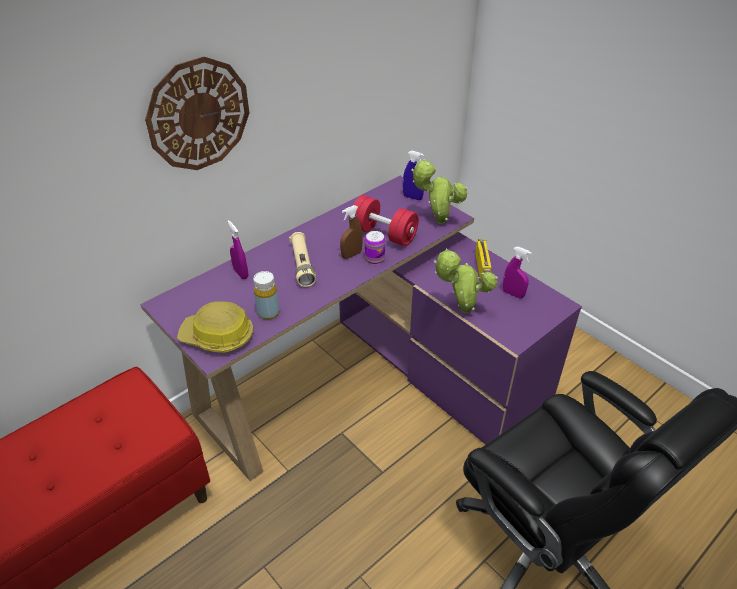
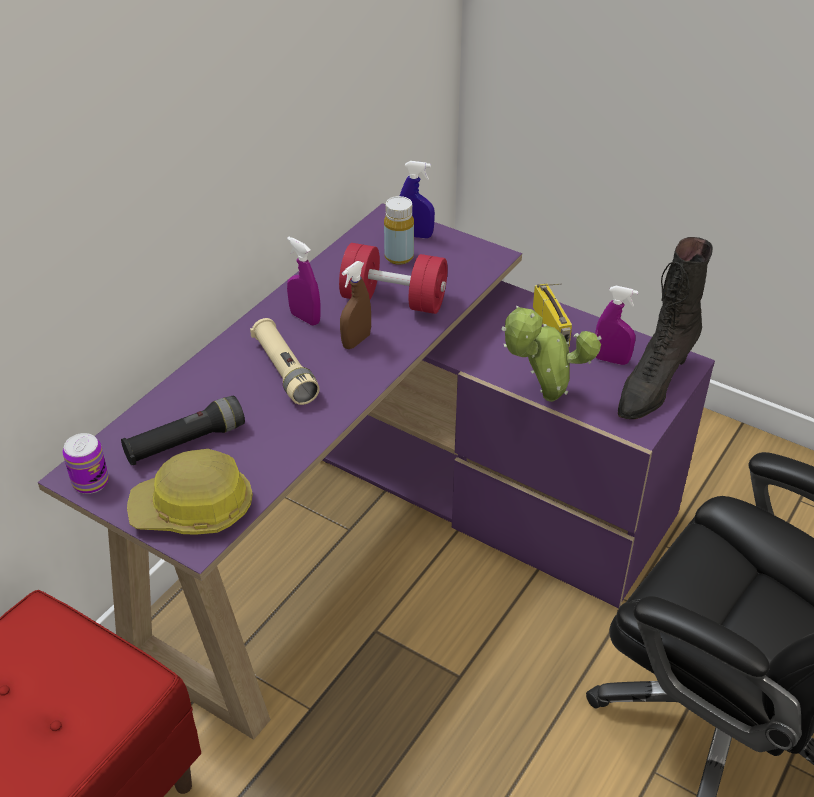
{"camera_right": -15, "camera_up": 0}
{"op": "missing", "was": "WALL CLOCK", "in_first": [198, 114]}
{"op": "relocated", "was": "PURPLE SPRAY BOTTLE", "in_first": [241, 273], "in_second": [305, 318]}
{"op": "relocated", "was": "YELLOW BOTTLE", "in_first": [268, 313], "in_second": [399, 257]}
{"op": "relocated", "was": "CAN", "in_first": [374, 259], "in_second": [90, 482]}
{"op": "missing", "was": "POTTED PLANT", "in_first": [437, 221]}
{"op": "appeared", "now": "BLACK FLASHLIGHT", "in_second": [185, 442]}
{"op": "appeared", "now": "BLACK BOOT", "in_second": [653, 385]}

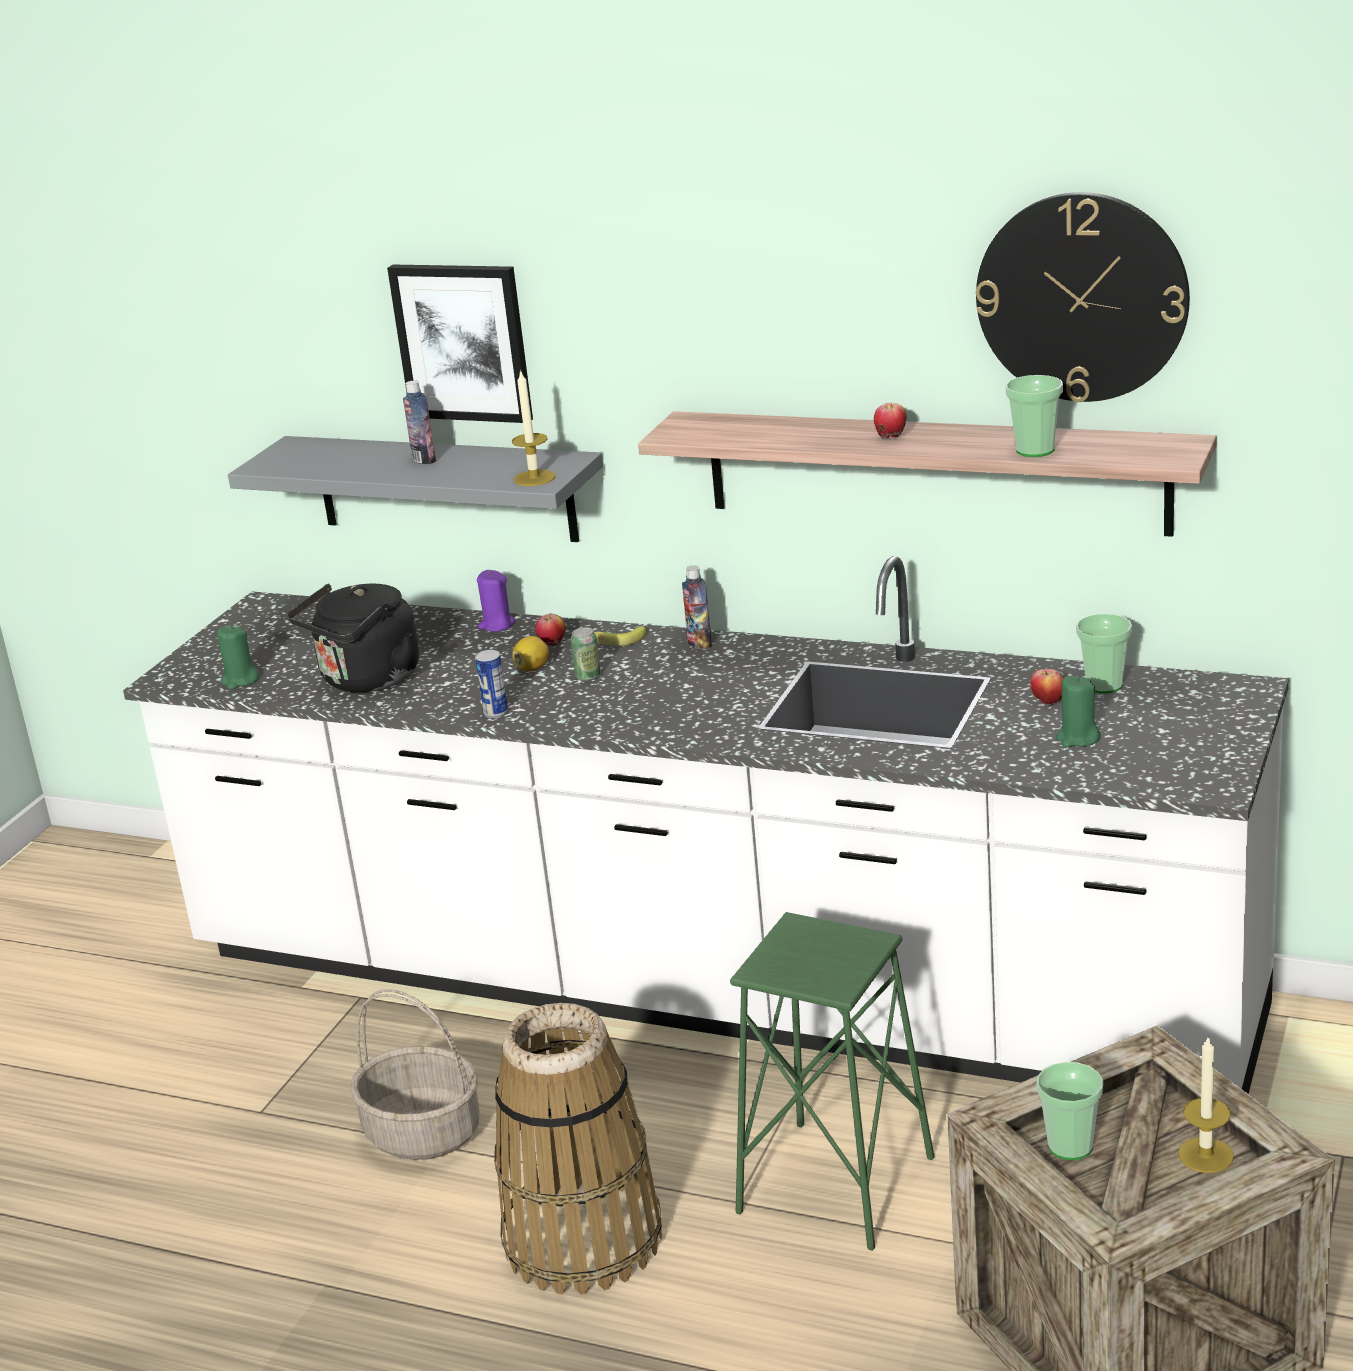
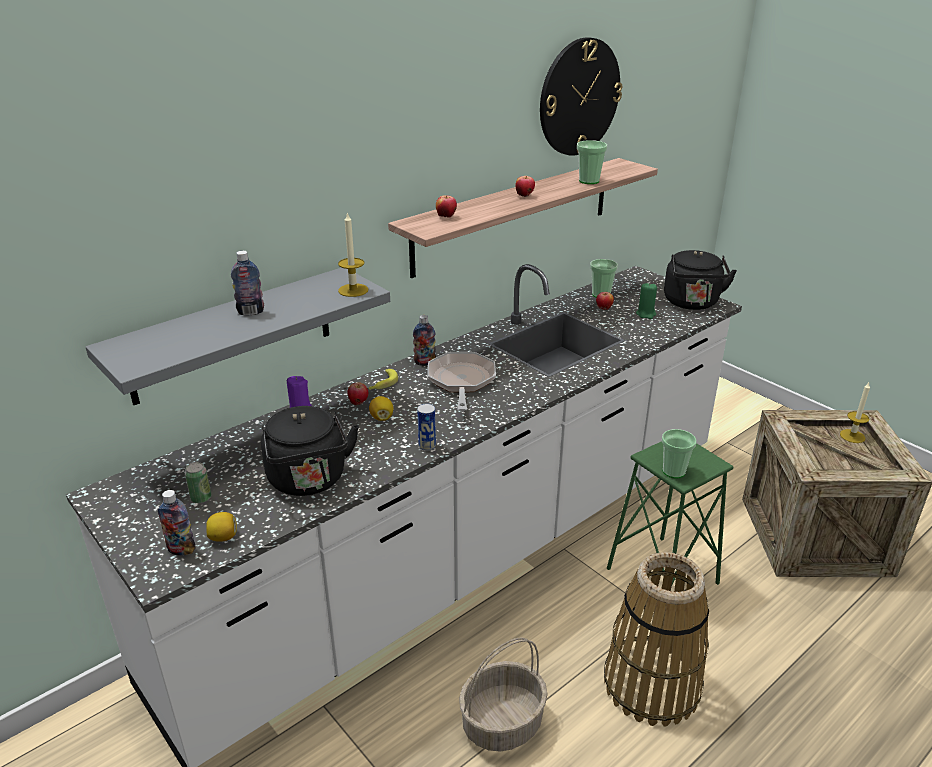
{"camera_right": -65, "camera_up": 5}
{"op": "exchanged", "was": "GREEN CANDLE", "now": "LEMON", "in_first": [240, 681], "in_second": [223, 537]}
{"op": "missing", "was": "PICTURE", "in_first": [463, 342]}
{"op": "relocated", "was": "CAN", "in_first": [588, 676], "in_second": [201, 498]}
{"op": "relocated", "was": "CUP", "in_first": [1070, 1146], "in_second": [673, 471]}
{"op": "appeared", "now": "BOTTLE", "in_second": [181, 549]}
{"op": "appeared", "now": "FRYING PAN", "in_second": [461, 382]}
{"op": "appeared", "now": "APPLE", "in_second": [446, 217]}
{"op": "appeared", "now": "BLACK KETTLE", "in_second": [692, 303]}

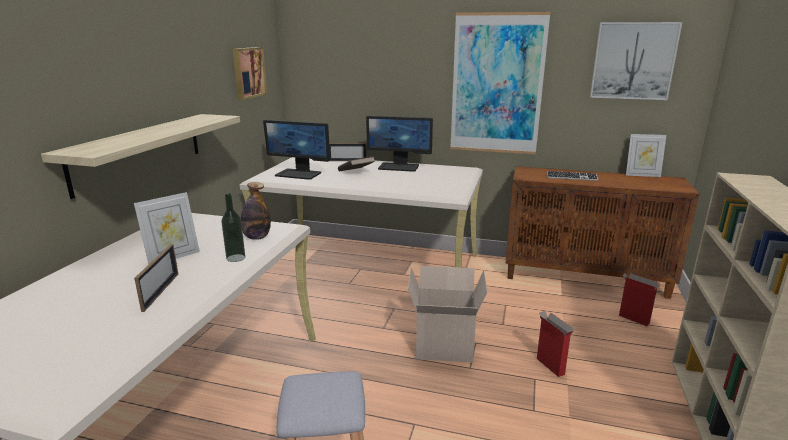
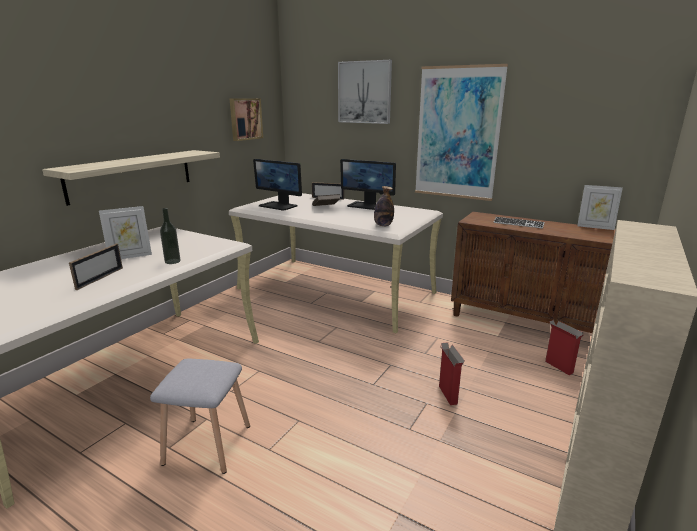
{"camera_right": 15, "camera_up": 0}
{"op": "relocated", "was": "BOTTLE", "in_first": [257, 237], "in_second": [383, 225]}
{"op": "missing", "was": "CARDBOARD BOX", "in_first": [443, 347]}
{"op": "relocated", "was": "PICTURE", "in_first": [633, 61], "in_second": [364, 92]}

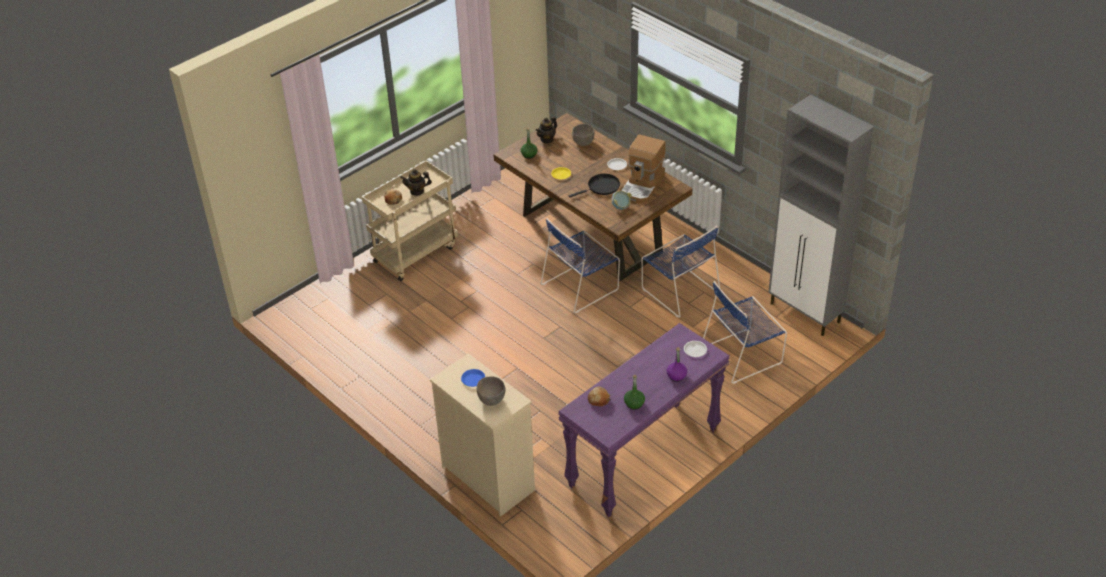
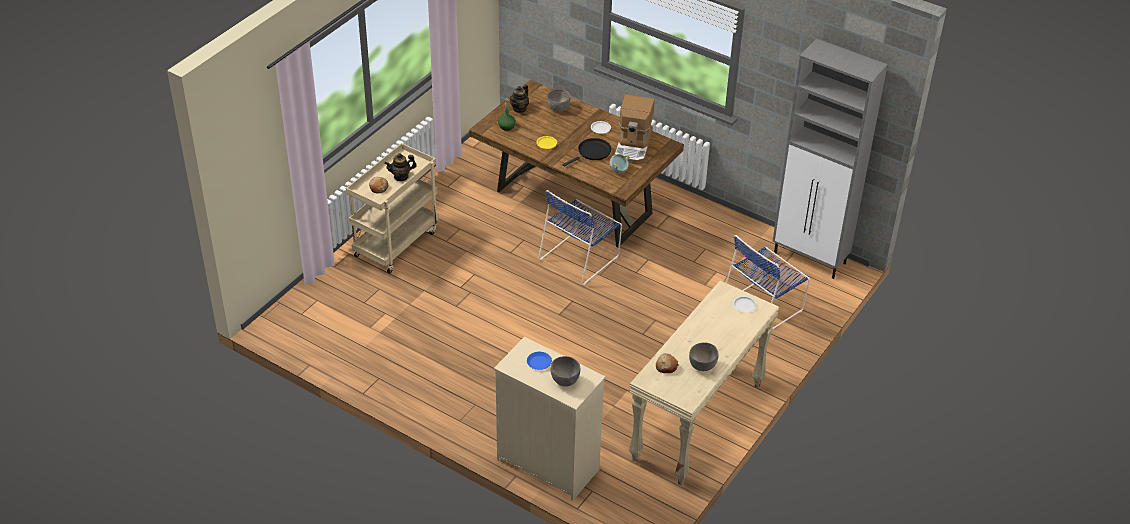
{"camera_right": -15, "camera_up": 0}
{"op": "colour", "was": "PURPLE CONSOLE TABLE", "now": "BEIGE CONSOLE TABLE", "in_first": [644, 459], "in_second": [698, 423]}
{"op": "exchanged", "was": "GREEN BOTTLE", "now": "GREY BOWL", "in_first": [634, 403], "in_second": [702, 366]}
{"op": "missing", "was": "BLUE CHAIR", "in_first": [679, 290]}
{"op": "missing", "was": "PURPLE BOTTLE", "in_first": [676, 376]}

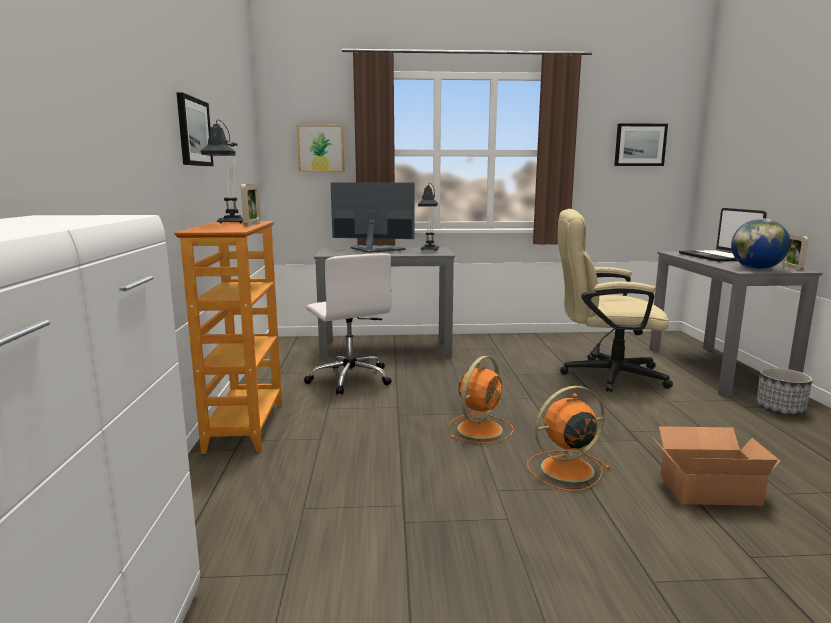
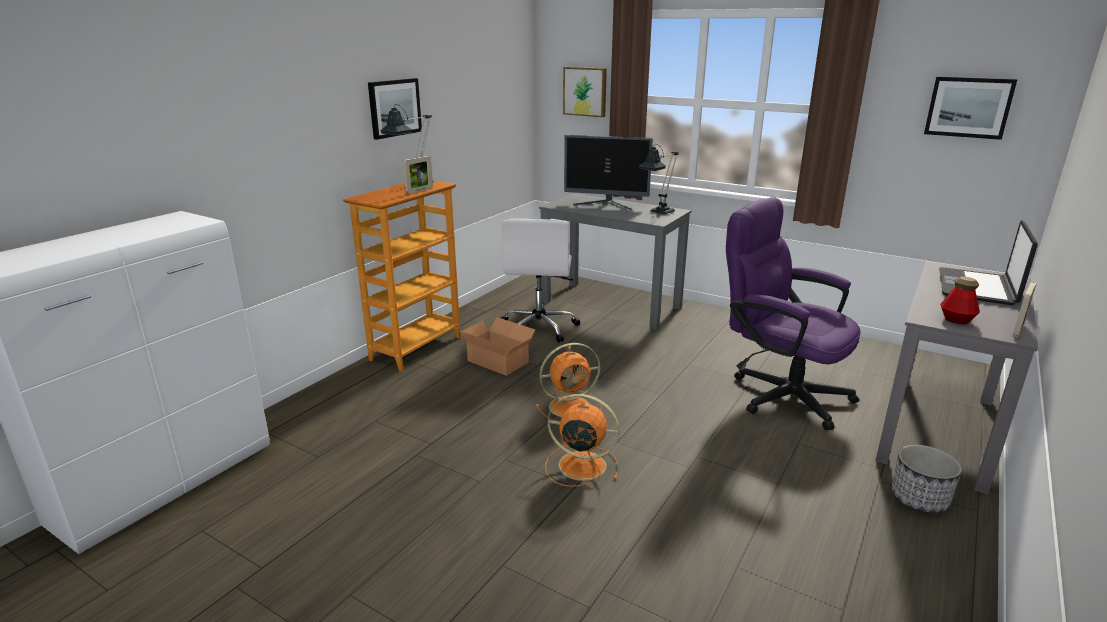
{"camera_right": 35, "camera_up": 10}
{"op": "spun", "was": "MONITOR", "in_first": [372, 250], "in_second": [606, 205], "clockwise": 150}
{"op": "colour", "was": "BEIGE OFFICE CHAIR", "now": "PURPLE OFFICE CHAIR", "in_first": [603, 375], "in_second": [779, 393]}
{"op": "relocated", "was": "CARDBOARD BOX", "in_first": [705, 488], "in_second": [498, 360]}
{"op": "exchanged", "was": "GLOBE", "now": "BOTTLE", "in_first": [756, 269], "in_second": [956, 320]}

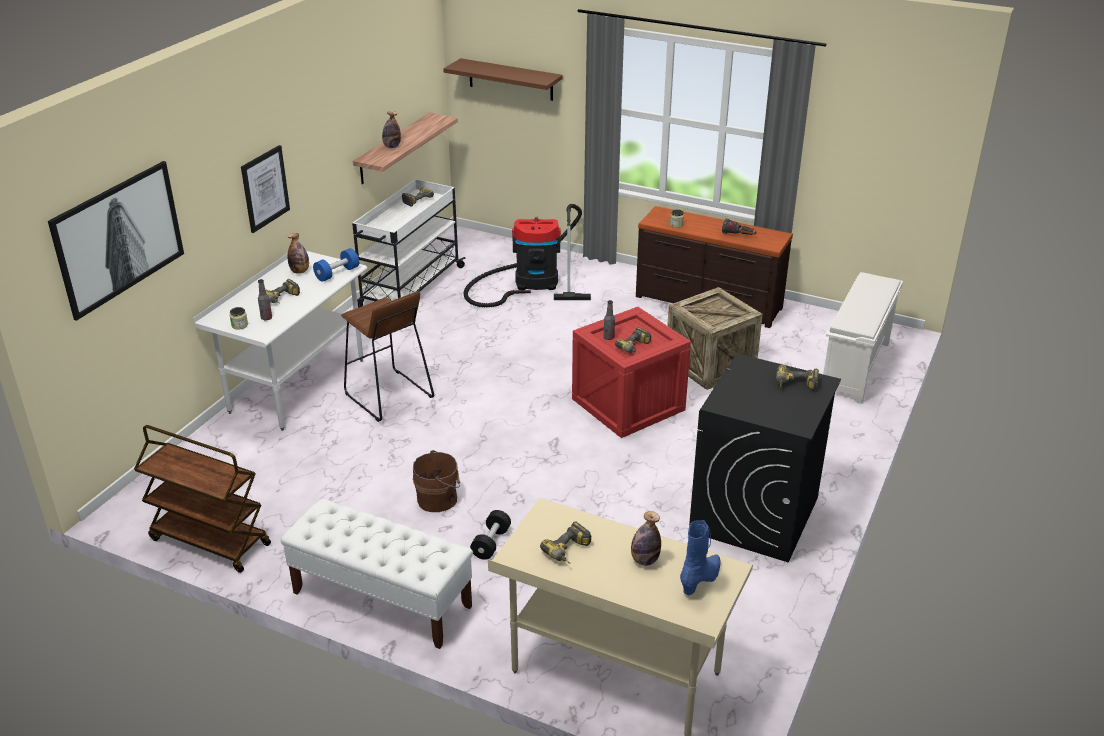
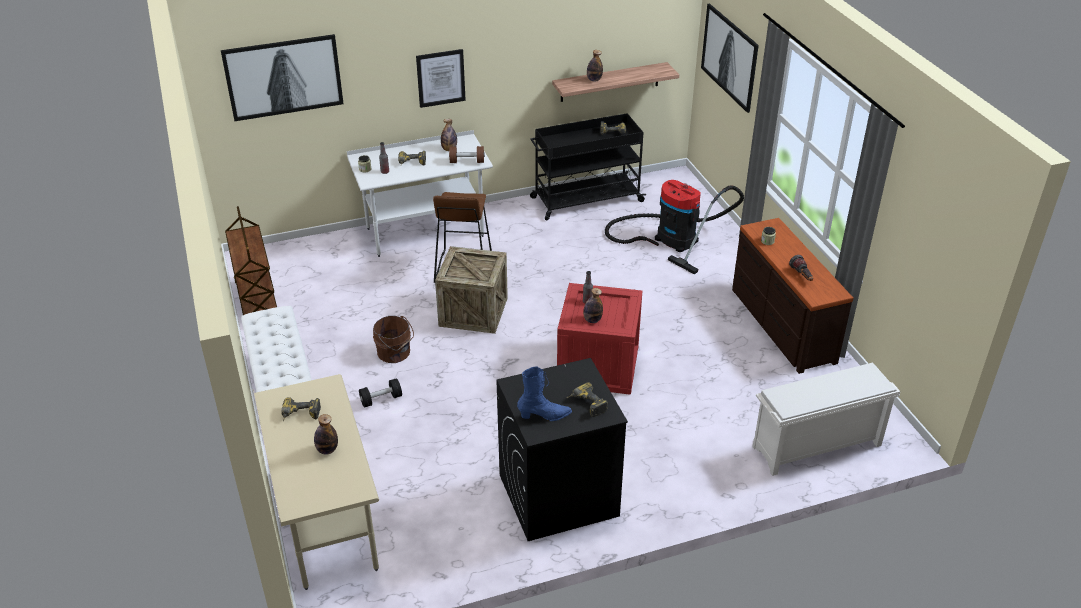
{"camera_right": 45, "camera_up": 5}
{"op": "colour", "was": "BLUE DUMBBELL", "now": "BROWN DUMBBELL", "in_first": [337, 273], "in_second": [467, 161]}
{"op": "colour", "was": "WHITE CART", "now": "BLACK CART", "in_first": [410, 288], "in_second": [585, 200]}
{"op": "exchanged", "was": "BROWN SHELF", "now": "PICTURE", "in_first": [510, 79], "in_second": [729, 57]}
{"op": "exchanged", "was": "POWER DRILL", "now": "BOTTLE", "in_first": [636, 348], "in_second": [592, 320]}
{"op": "relocated", "was": "CRATE", "in_first": [710, 364], "in_second": [473, 312]}
{"op": "relocated", "was": "BLUE BOOT", "in_first": [701, 580], "in_second": [544, 416]}

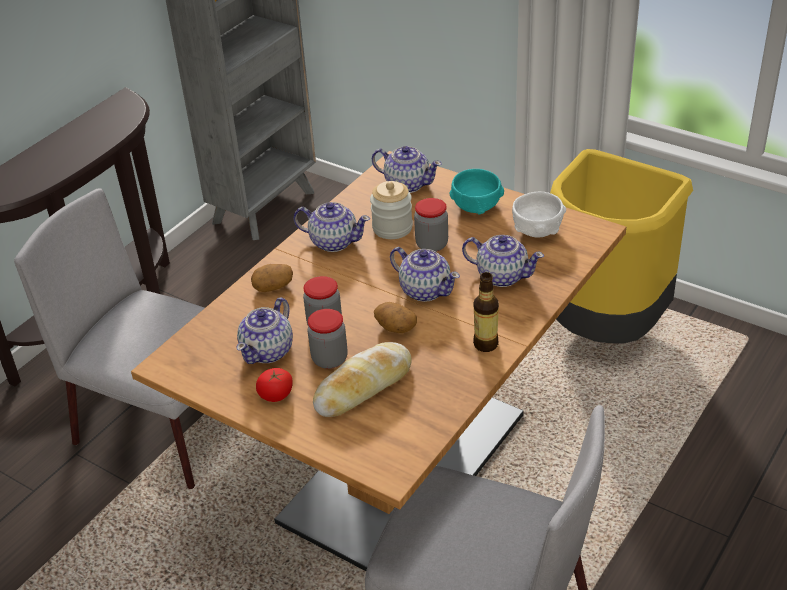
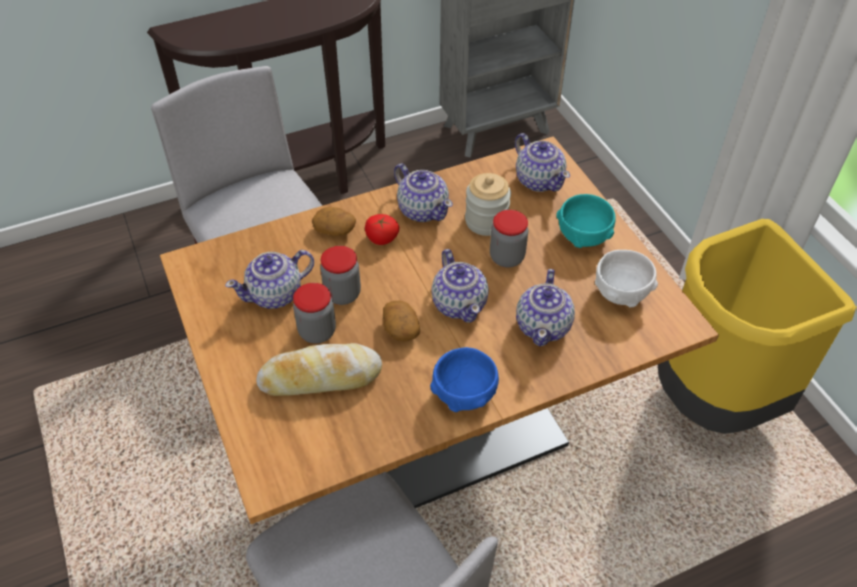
{"camera_right": 30, "camera_up": 10}
{"op": "relocated", "was": "TOMATO", "in_first": [276, 395], "in_second": [381, 239]}
{"op": "spun", "was": "TEAPOT", "in_first": [501, 276], "in_second": [543, 326], "clockwise": 45}
{"op": "exchanged", "was": "BOTTLE", "now": "BLUE BOWL", "in_first": [485, 344], "in_second": [464, 394]}

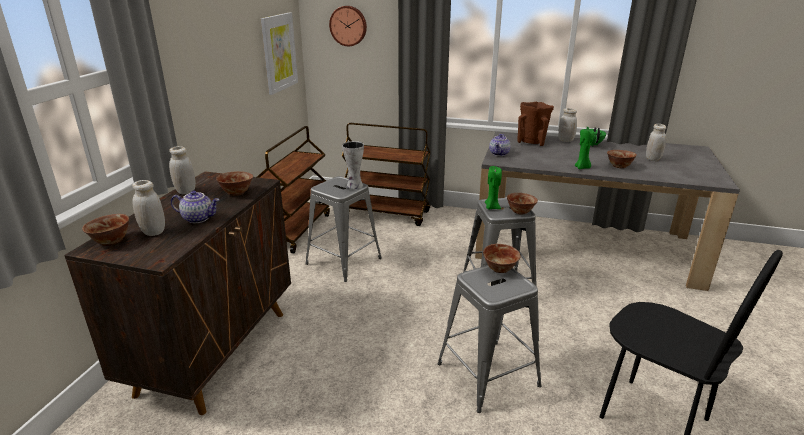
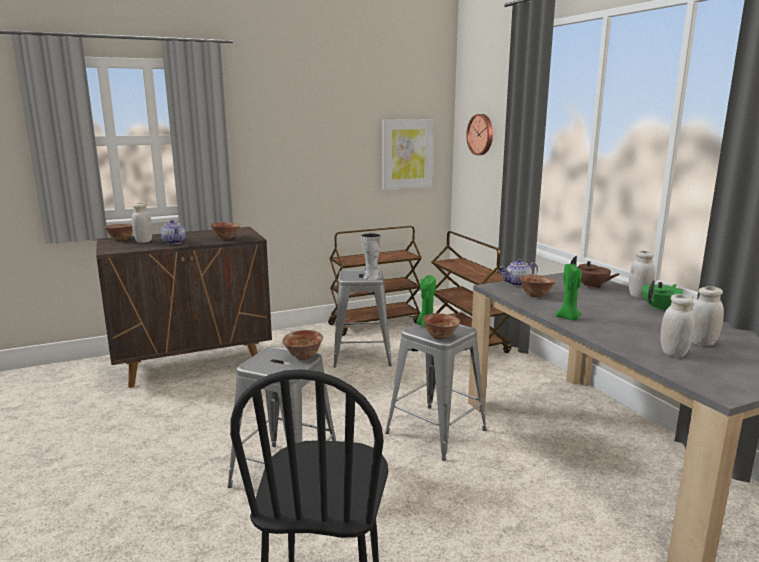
{"camera_right": 50, "camera_up": -10}
{"op": "relocated", "was": "WHITE JAR", "in_first": [185, 191], "in_second": [673, 353]}
{"op": "exchanged", "was": "BROWN VASE", "now": "BROWN TEAPOT", "in_first": [532, 141], "in_second": [591, 286]}
{"op": "relocated", "was": "BOWL", "in_first": [619, 166], "in_second": [535, 295]}

